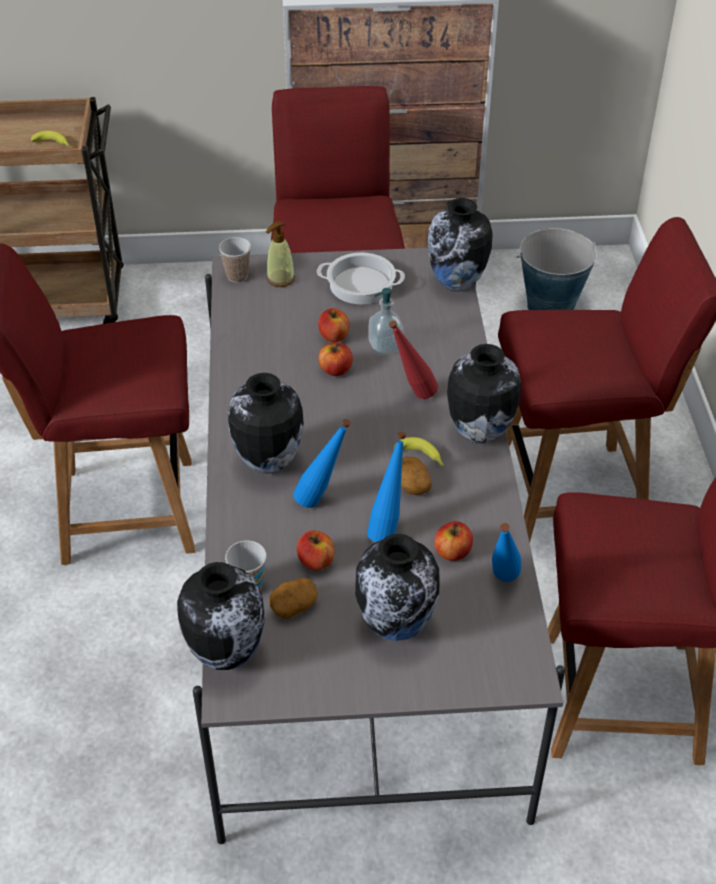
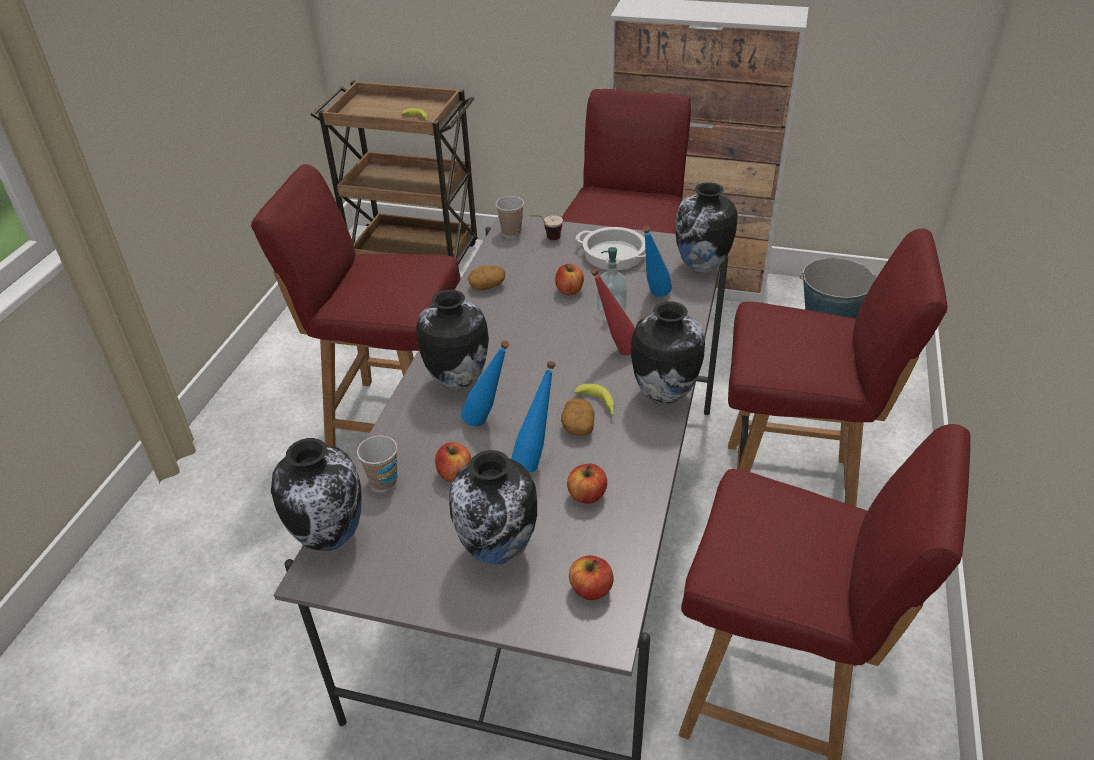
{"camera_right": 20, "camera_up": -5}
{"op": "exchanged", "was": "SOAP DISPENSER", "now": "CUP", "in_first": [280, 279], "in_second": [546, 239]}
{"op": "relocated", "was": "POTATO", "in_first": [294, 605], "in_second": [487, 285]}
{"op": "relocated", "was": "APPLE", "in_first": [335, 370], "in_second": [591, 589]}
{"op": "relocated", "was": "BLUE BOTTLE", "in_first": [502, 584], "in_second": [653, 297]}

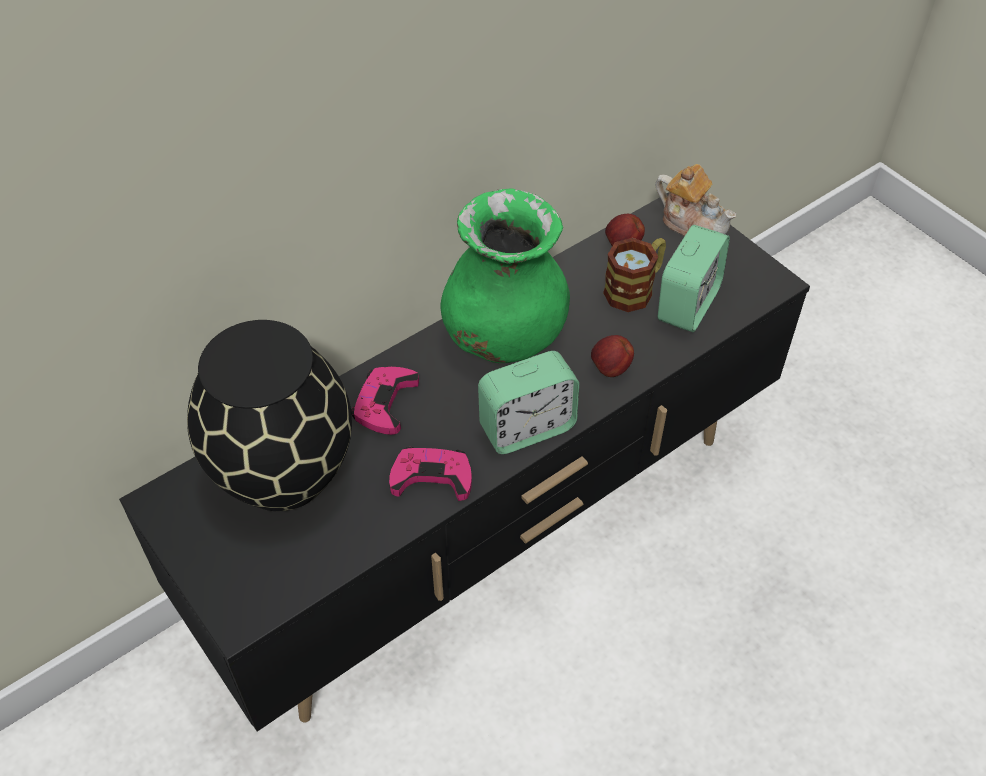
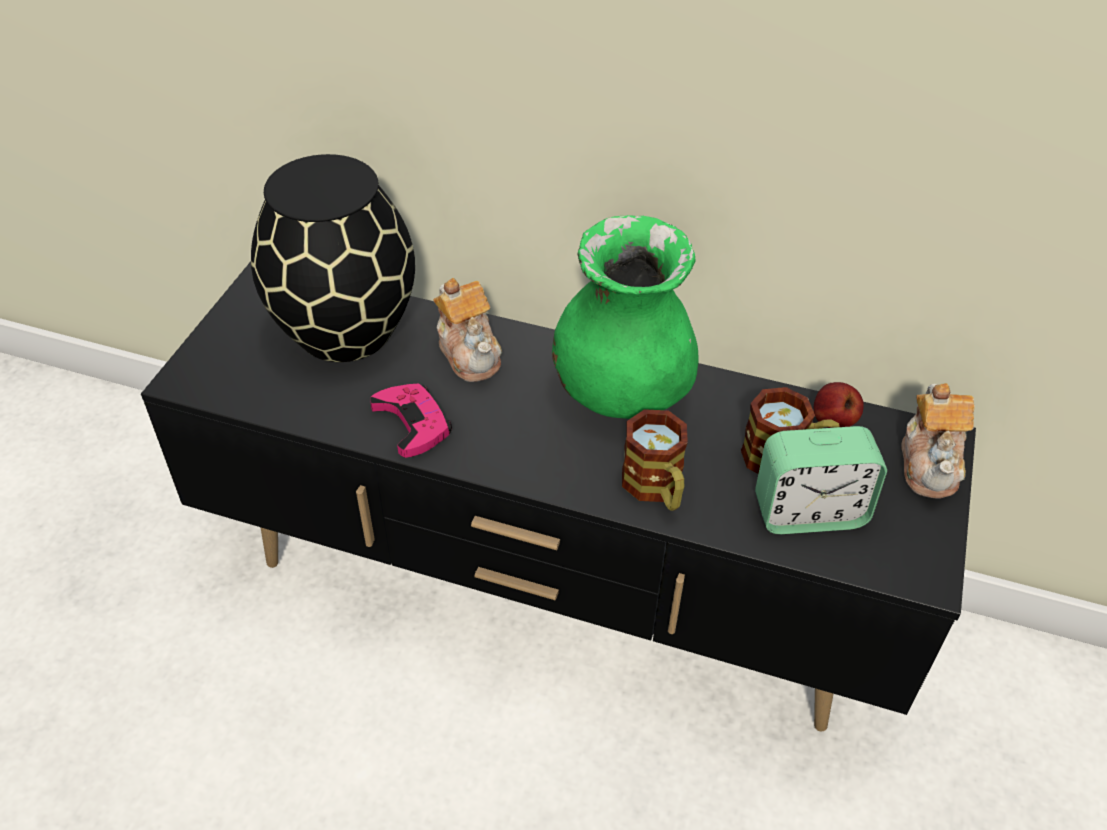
{"camera_right": 55, "camera_up": -5}
{"op": "exchanged", "was": "PINK GAME CONTROLLER", "now": "TEAPOT", "in_first": [385, 403], "in_second": [470, 352]}
{"op": "missing", "was": "ALARM CLOCK", "in_first": [527, 428]}
{"op": "exchanged", "was": "APPLE", "now": "MUG", "in_first": [610, 369], "in_second": [656, 489]}

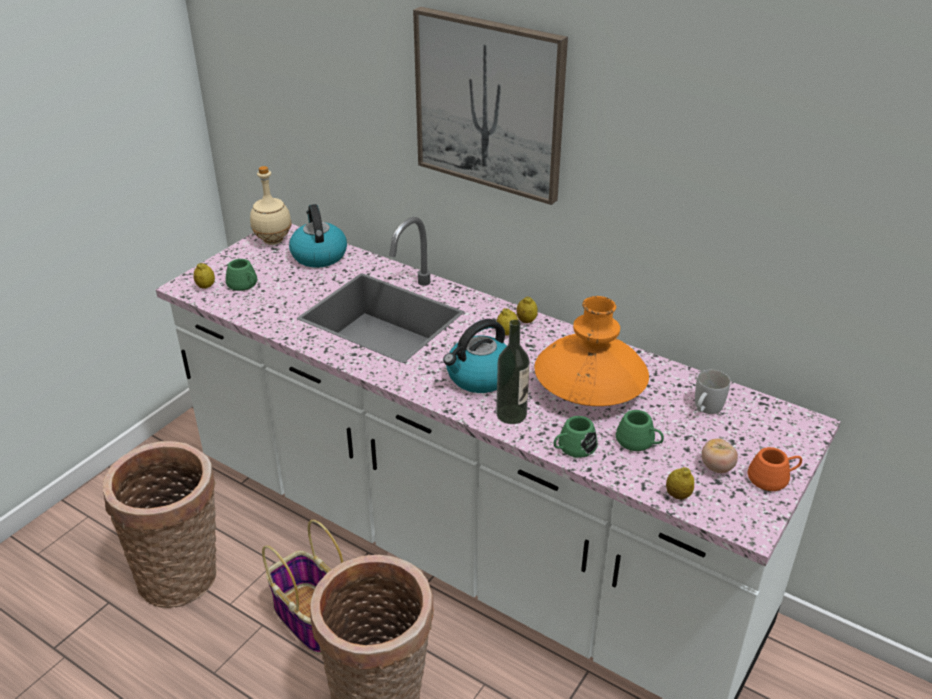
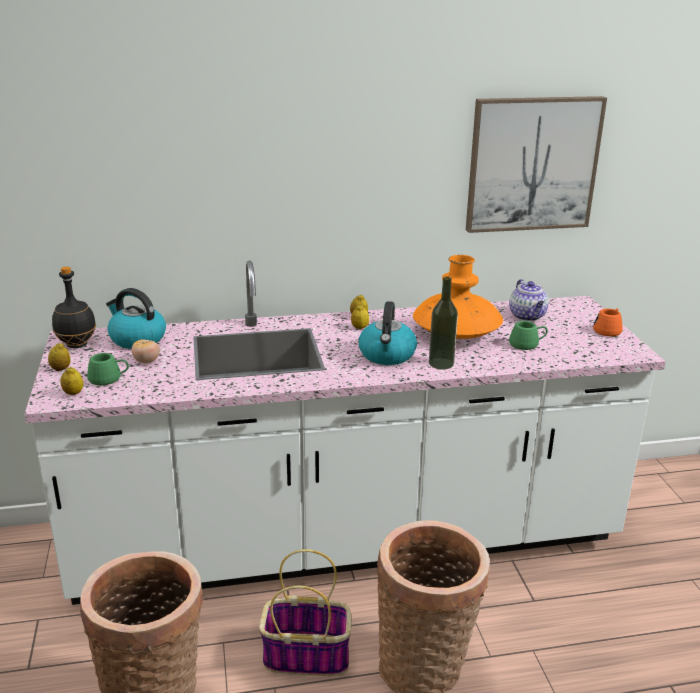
{"camera_right": -45, "camera_up": -10}
{"op": "colour", "was": "BEIGE BOTTLE", "now": "BLACK BOTTLE", "in_first": [273, 240], "in_second": [76, 344]}
{"op": "relocated", "was": "PICTURE", "in_first": [489, 104], "in_second": [532, 164]}
{"op": "missing", "was": "GREEN MUG", "in_first": [573, 448]}
{"op": "relocated", "was": "LEMON", "in_first": [678, 495], "in_second": [61, 369]}
{"op": "exchanged", "was": "WHITE MUG", "now": "TEAPOT", "in_first": [705, 409], "in_second": [528, 316]}
{"op": "relocated", "was": "TOMATO", "in_first": [717, 467], "in_second": [146, 361]}

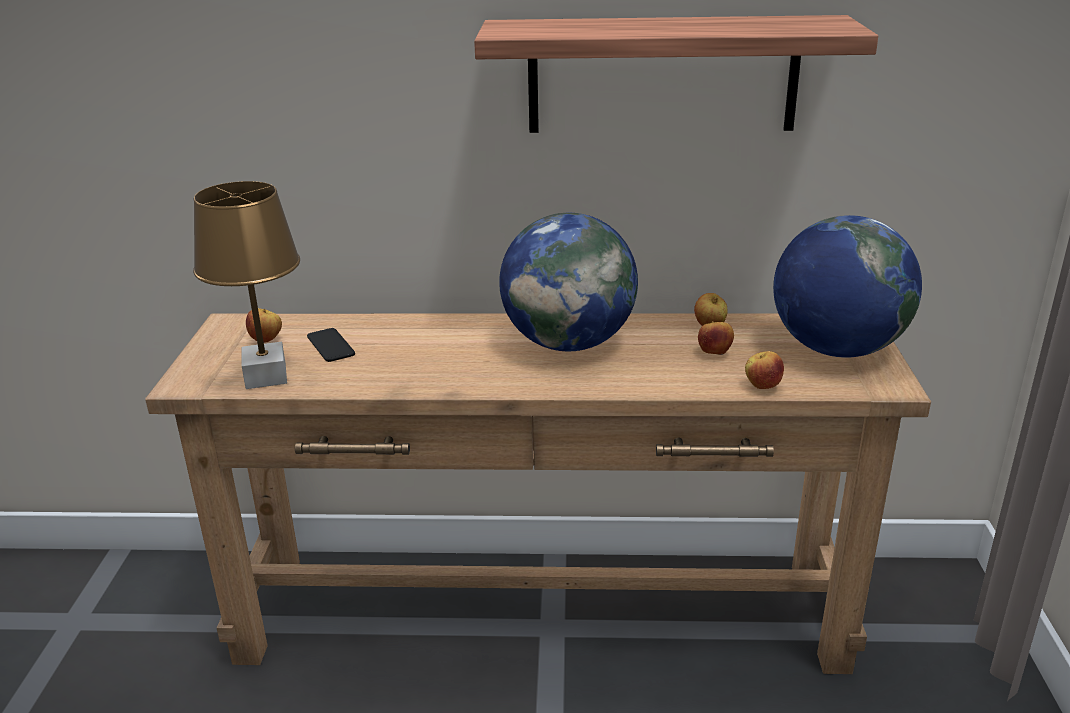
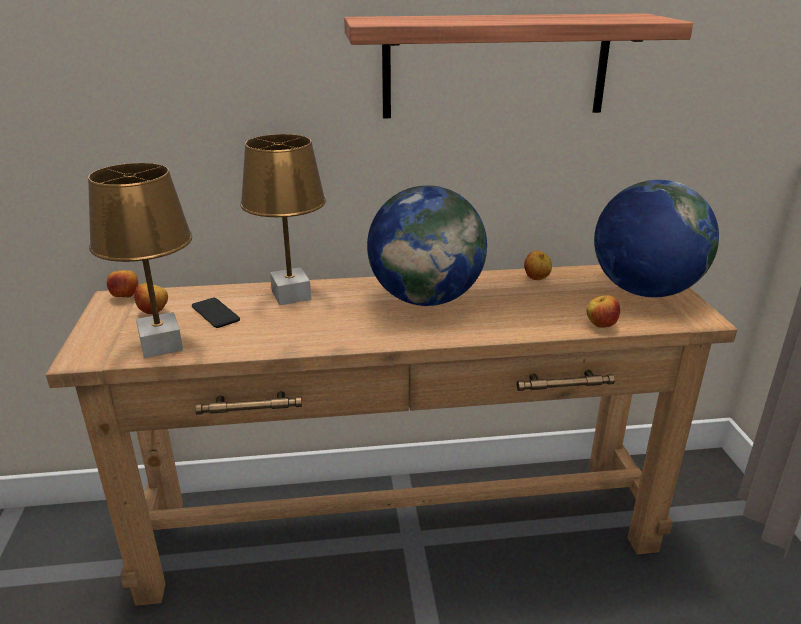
{"camera_right": -10, "camera_up": 0}
{"op": "relocated", "was": "APPLE", "in_first": [714, 353], "in_second": [125, 297]}
{"op": "appeared", "now": "BROWN TABLE LAMP", "in_second": [292, 295]}

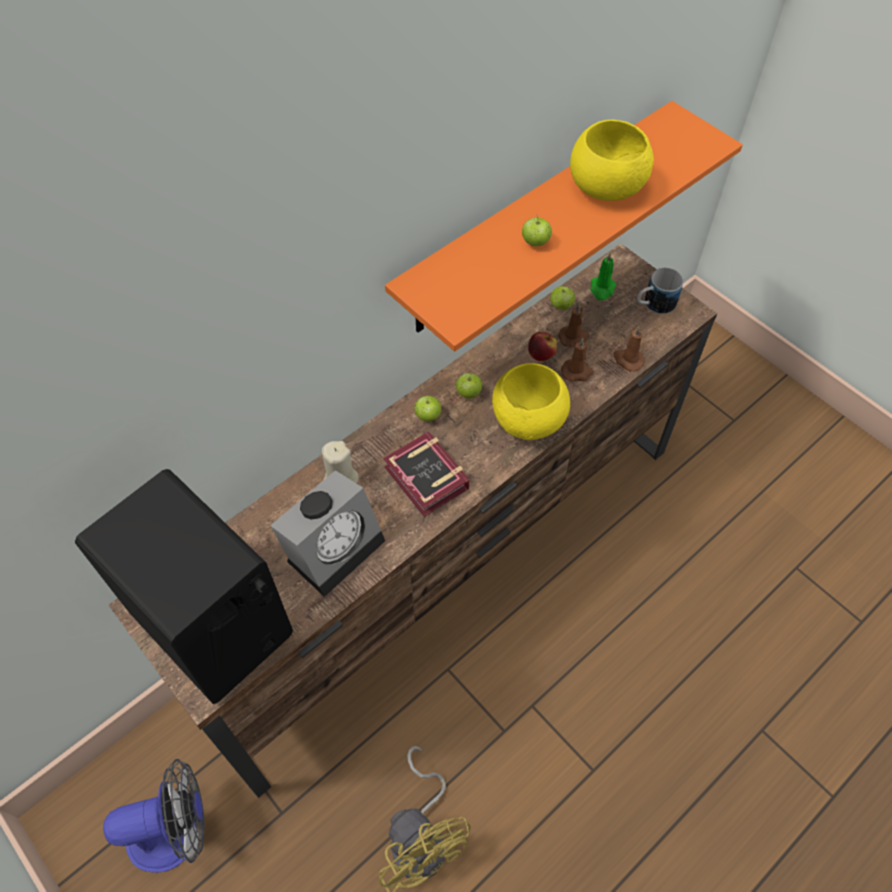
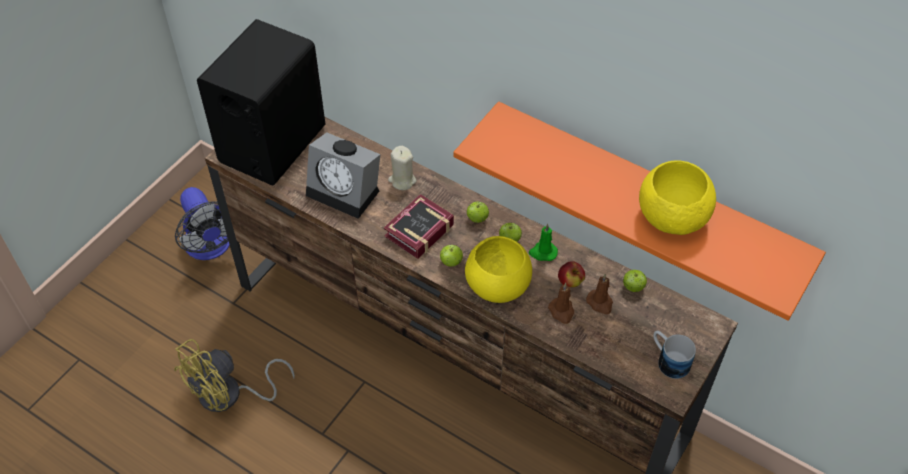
{"camera_right": 75, "camera_up": -5}
{"op": "relocated", "was": "APPLE", "in_first": [535, 242], "in_second": [451, 262]}
{"op": "relocated", "was": "GREEN CANDLE", "in_first": [602, 289], "in_second": [542, 252]}
{"op": "missing", "was": "BROWN CANDLE", "in_first": [628, 360]}

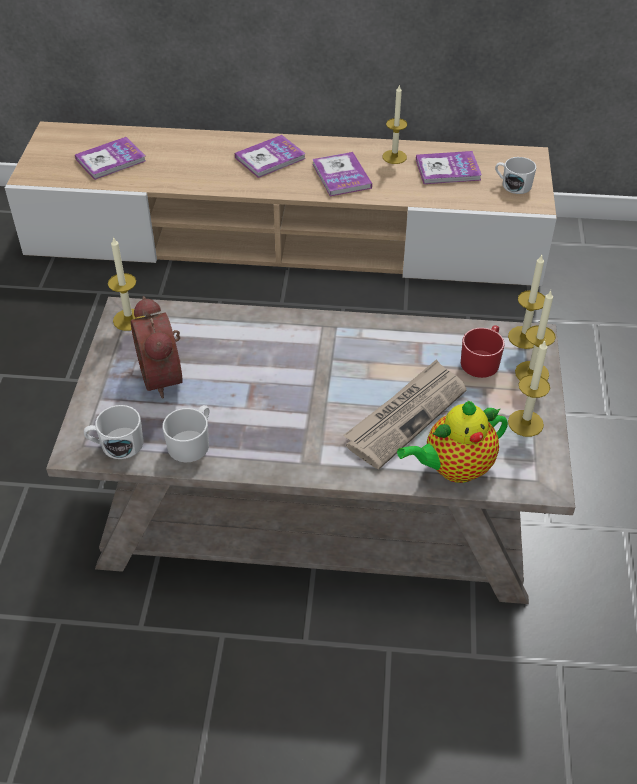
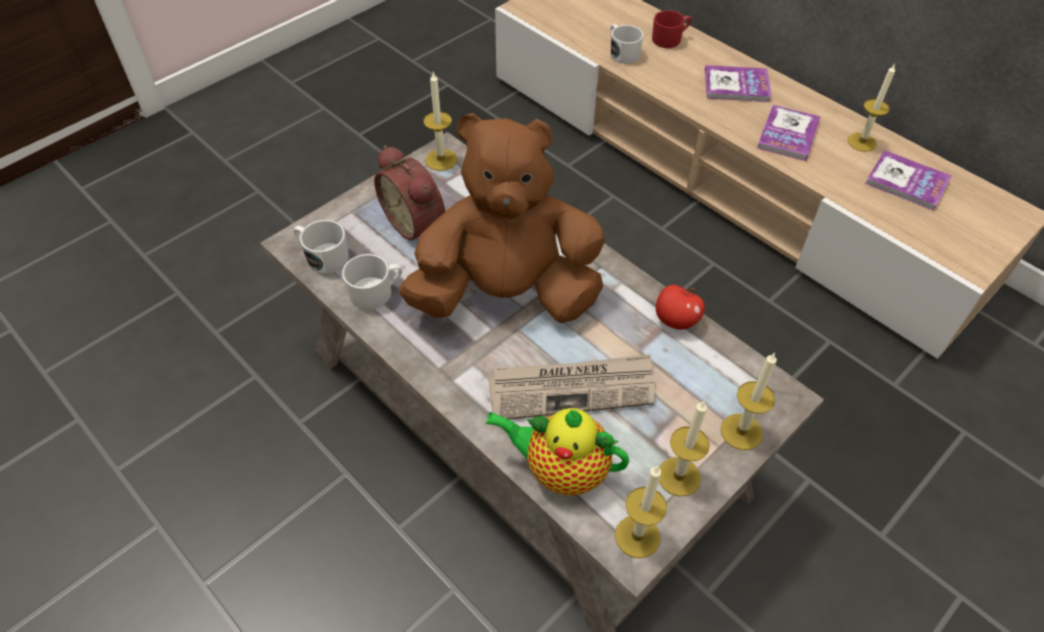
{"camera_right": 40, "camera_up": 5}
{"op": "missing", "was": "BOOK", "in_first": [111, 160]}
{"op": "spun", "was": "ALARM CLOCK", "in_first": [165, 376], "in_second": [417, 223], "clockwise": -60}
{"op": "relocated", "was": "RED MUG", "in_first": [482, 361], "in_second": [670, 39]}
{"op": "relocated", "was": "WHITE MUG", "in_first": [512, 185], "in_second": [622, 53]}
{"op": "relocated", "was": "CANDLE", "in_first": [524, 337], "in_second": [637, 536]}
{"op": "appeared", "now": "BROWN PLUSH TOY", "in_second": [507, 294]}
{"op": "appeared", "now": "APPLE", "in_second": [675, 320]}

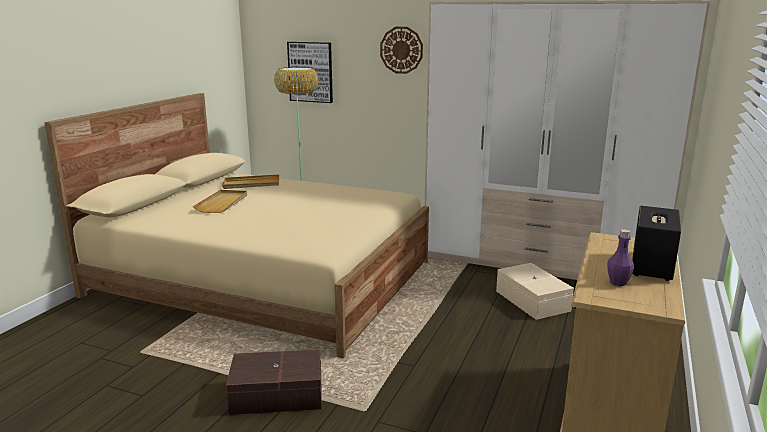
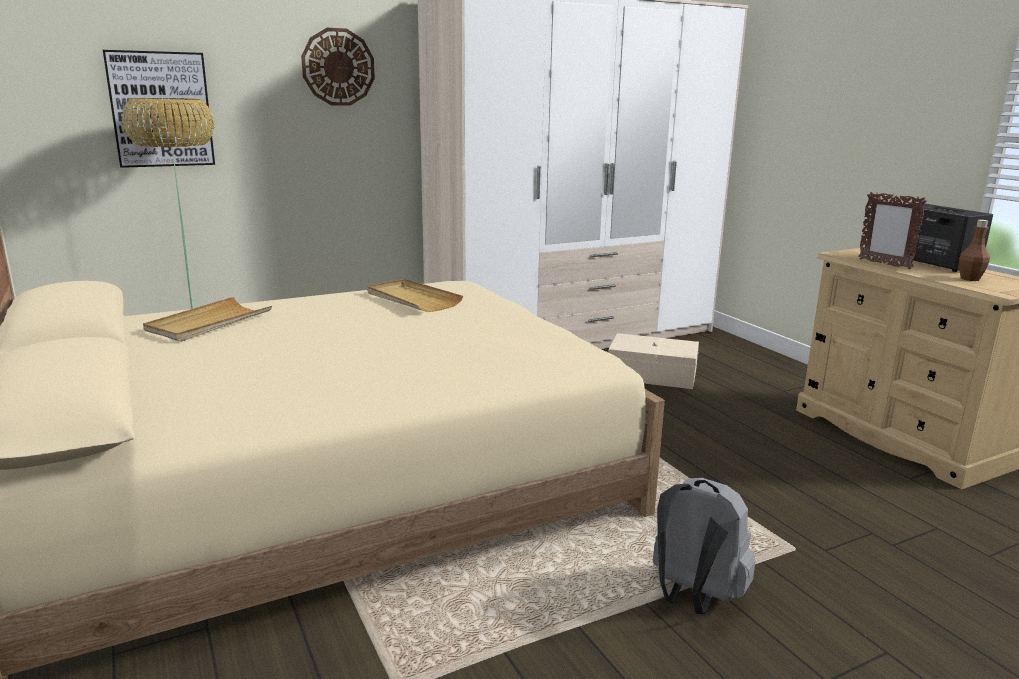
{"camera_right": -50, "camera_up": 0}
{"op": "relocated", "was": "BEIGE TRAY", "in_first": [222, 203], "in_second": [412, 299]}
{"op": "exchanged", "was": "BROWN STORAGE BOX", "now": "GREY BACKPACK", "in_first": [276, 393], "in_second": [693, 597]}
{"op": "colour", "was": "PURPLE BOTTLE", "now": "BROWN BOTTLE", "in_first": [618, 282], "in_second": [970, 279]}
{"op": "appeared", "now": "PICTURE FRAME", "in_second": [884, 264]}

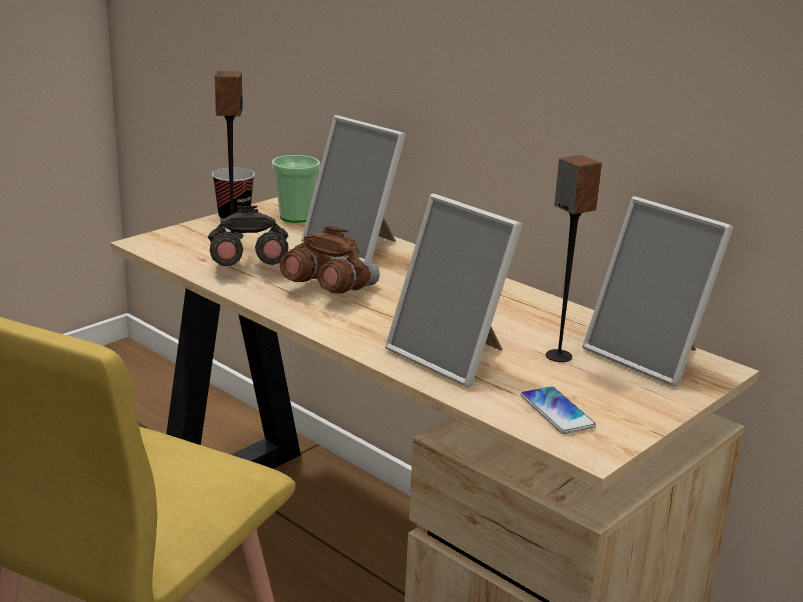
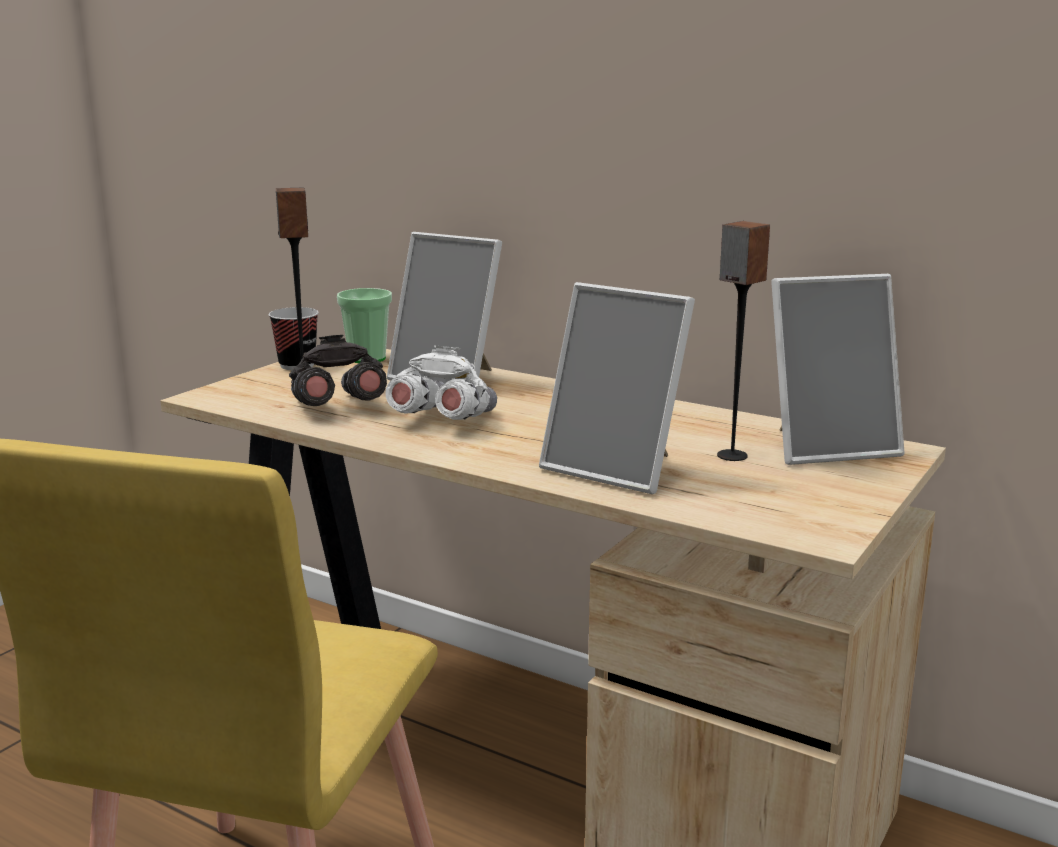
{"camera_right": -10, "camera_up": -5}
{"op": "colour", "was": "BROWN BINOCULARS", "now": "WHITE BINOCULARS", "in_first": [329, 290], "in_second": [442, 420]}
{"op": "missing", "was": "PHONE", "in_first": [557, 411]}
{"op": "spun", "was": "PICTURE FRAME", "in_first": [649, 357], "in_second": [827, 447], "clockwise": -45}

